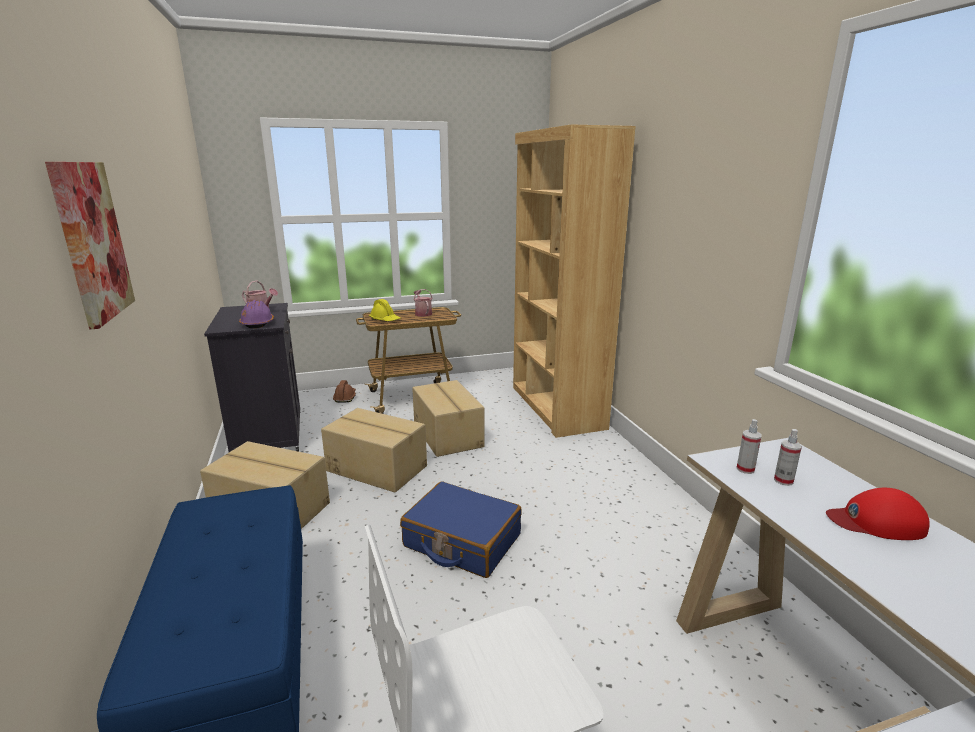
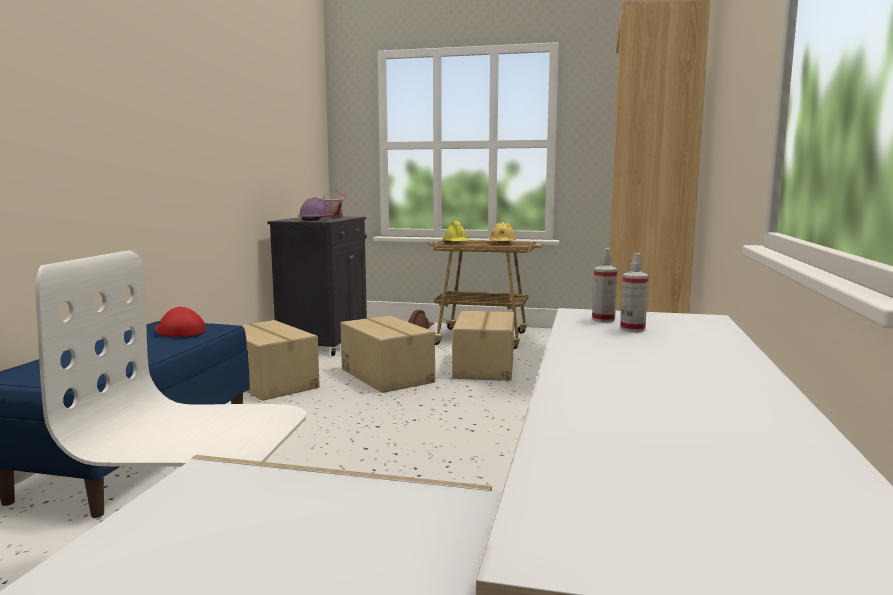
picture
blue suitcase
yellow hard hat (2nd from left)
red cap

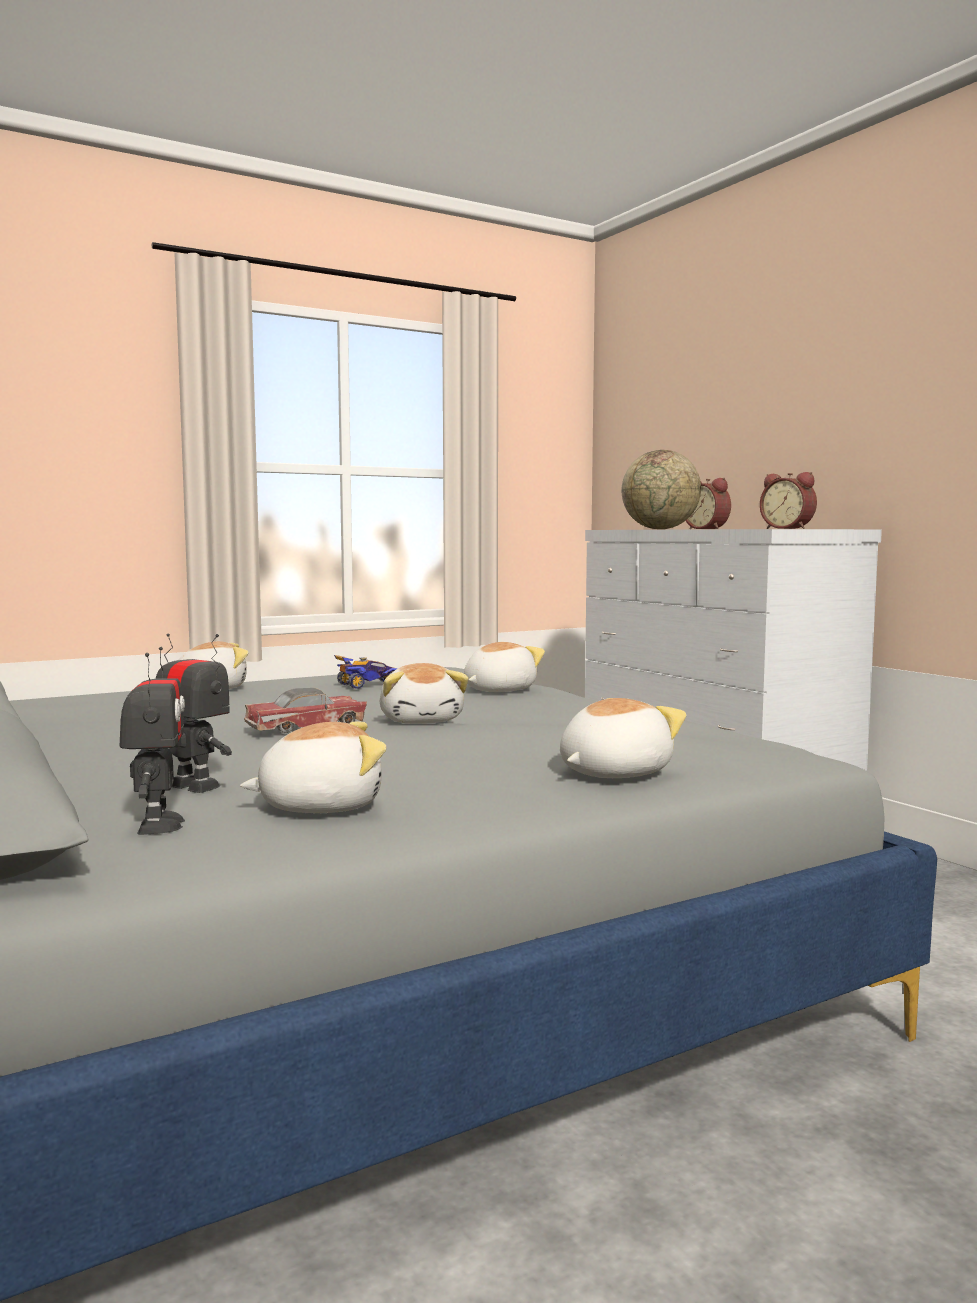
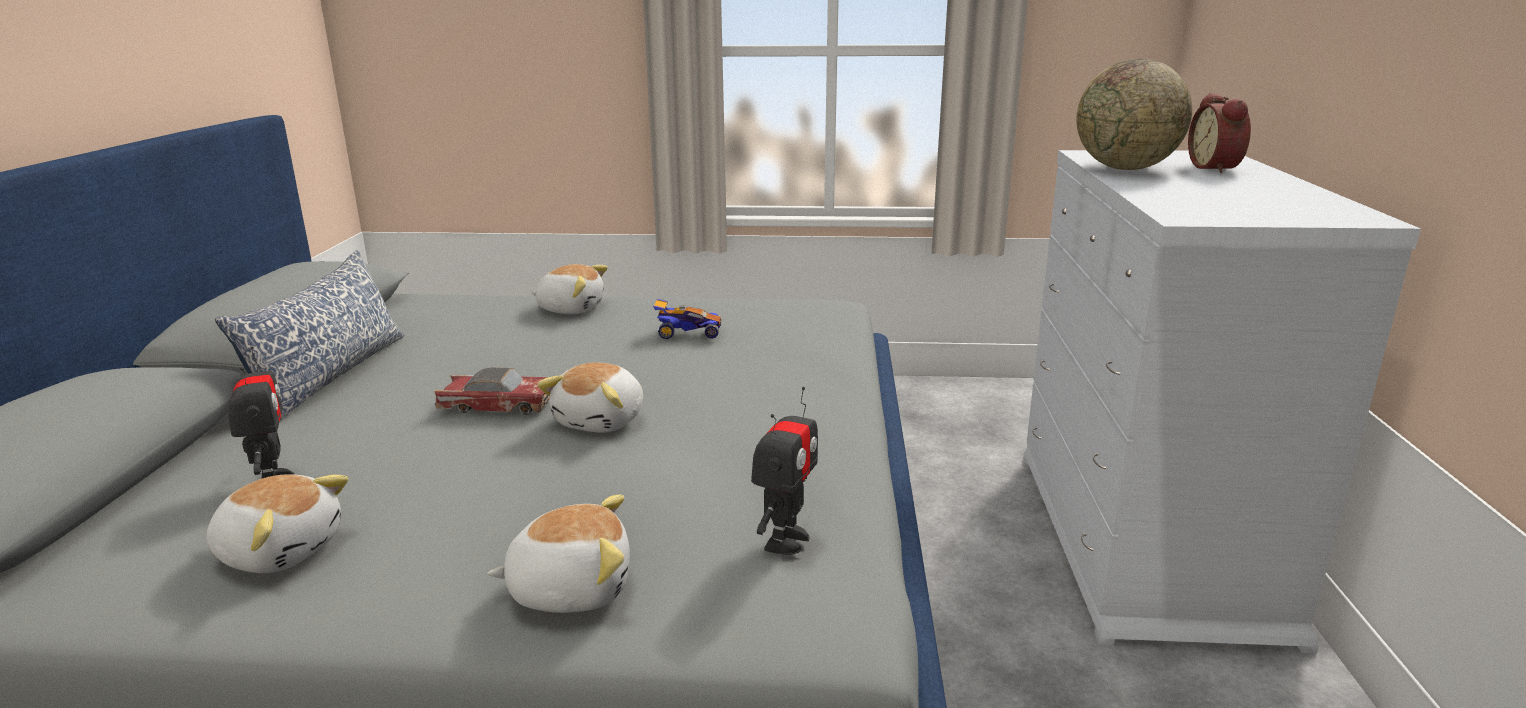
toy robot (2nd from left)
plush toy (4th from left in the first image)
alarm clock (2nd from left in the first image)
pillow

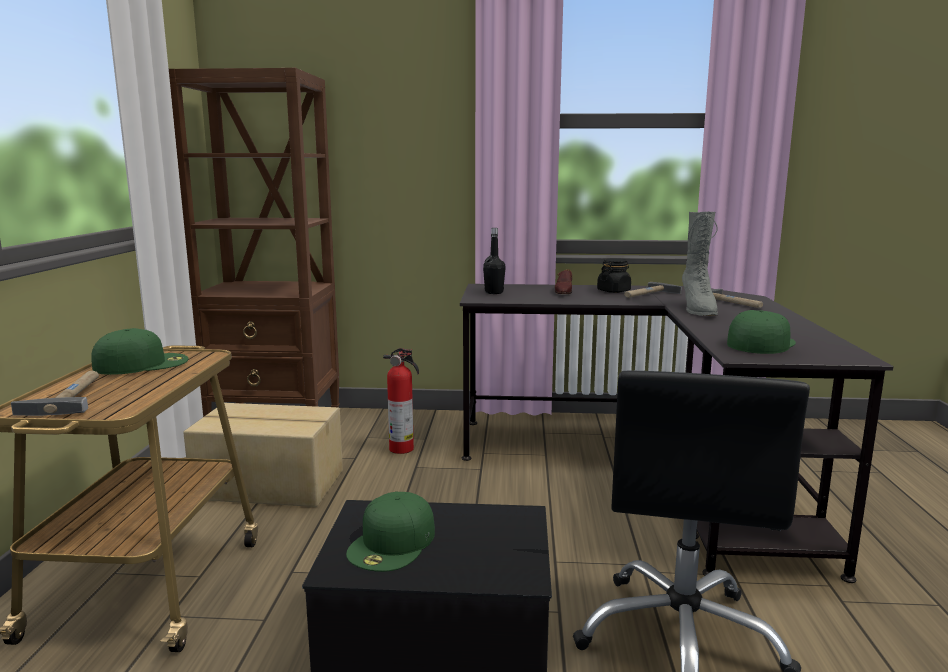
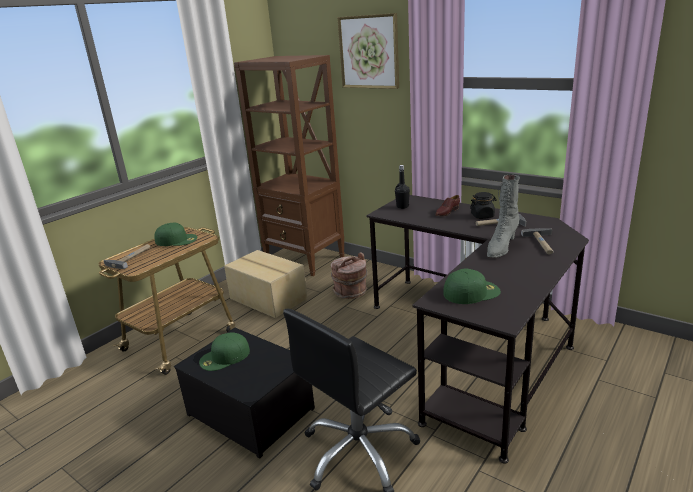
brown bucket
picture

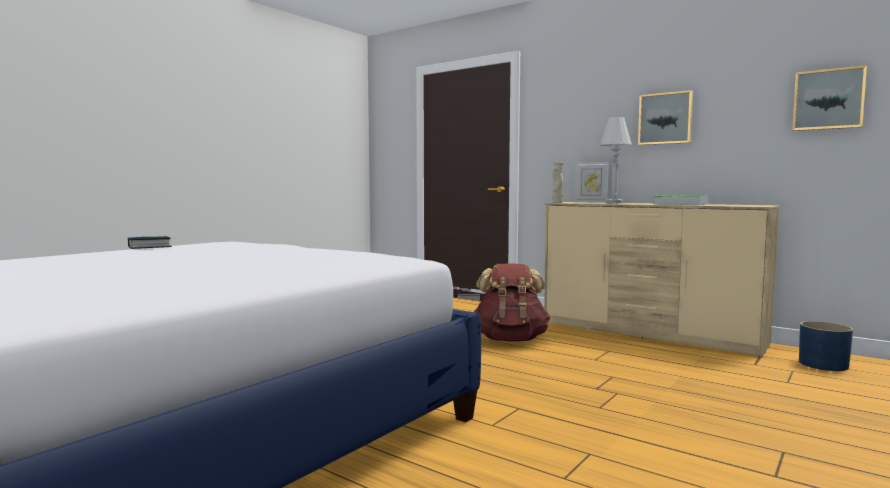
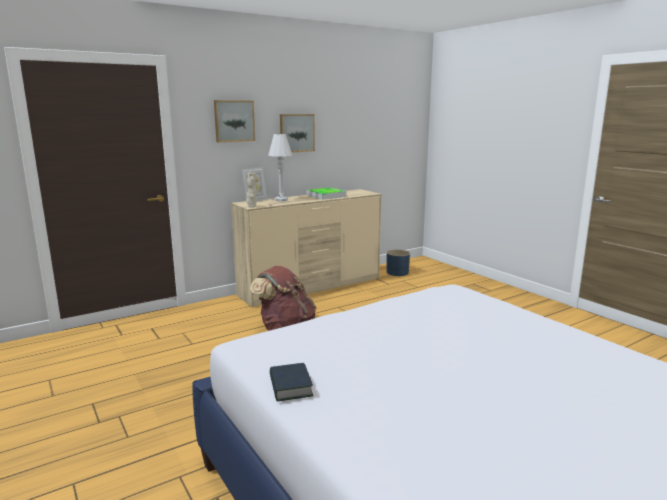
picture (1st from left)

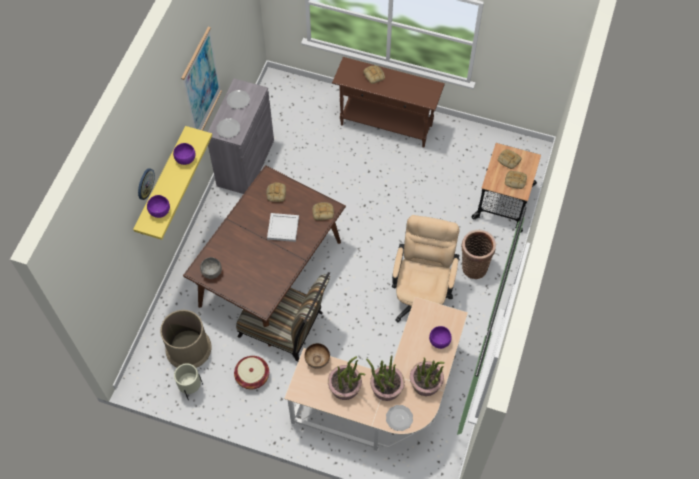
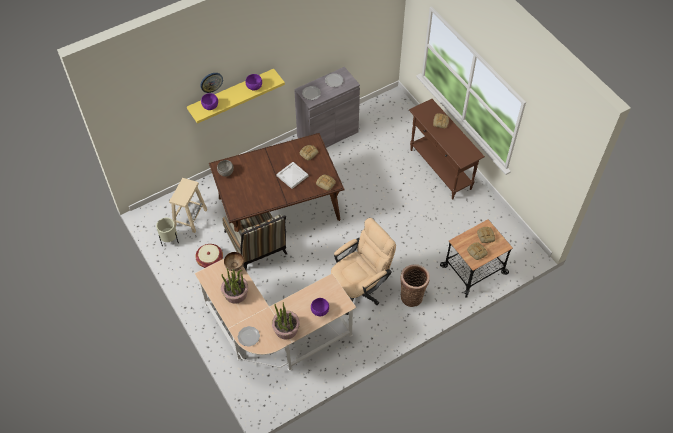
beige stool
picture
potted plant (2nd from left in the first image)

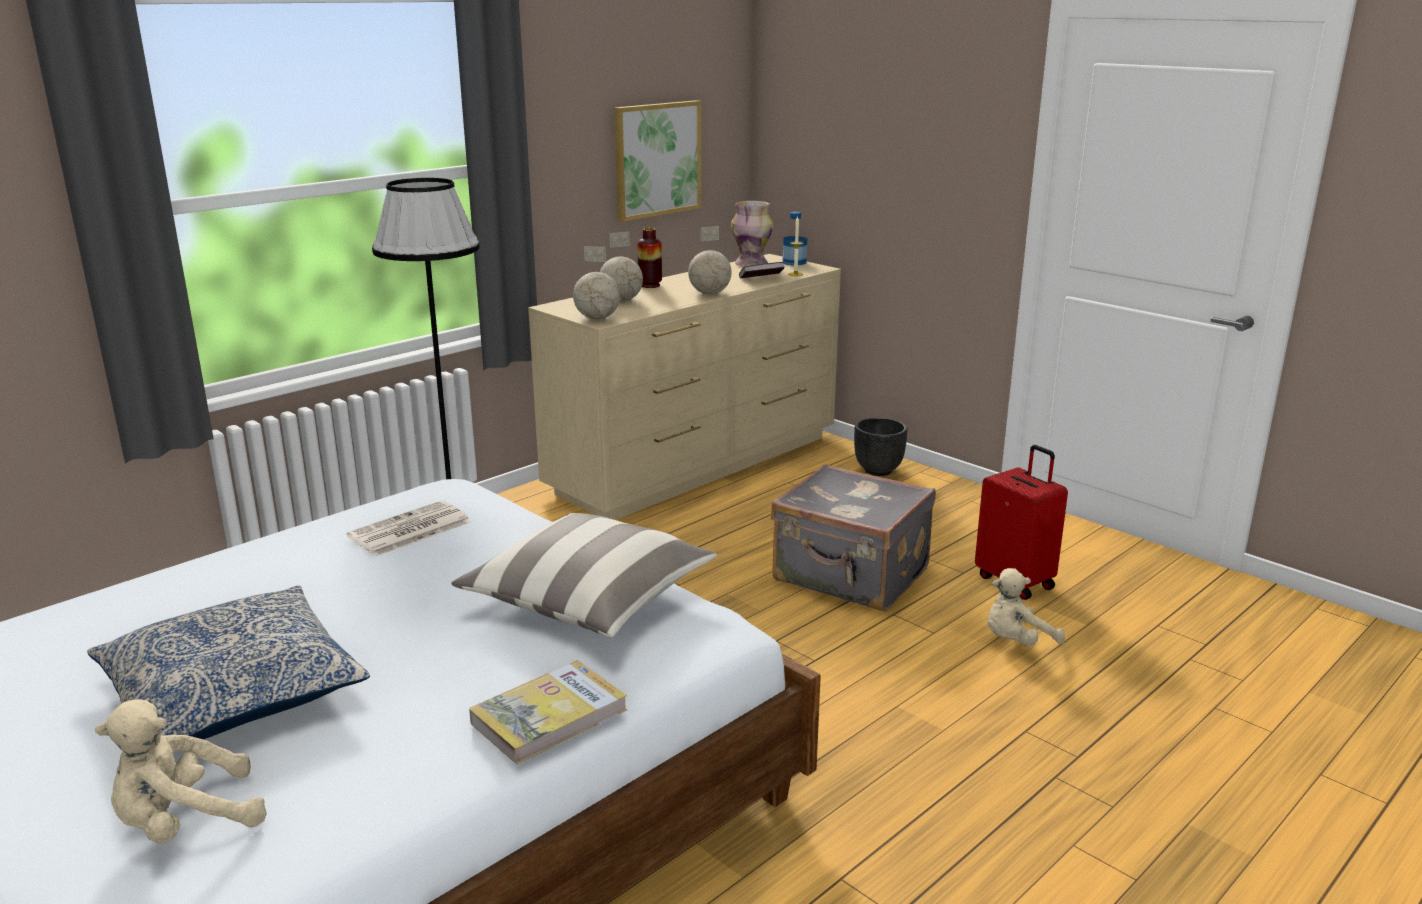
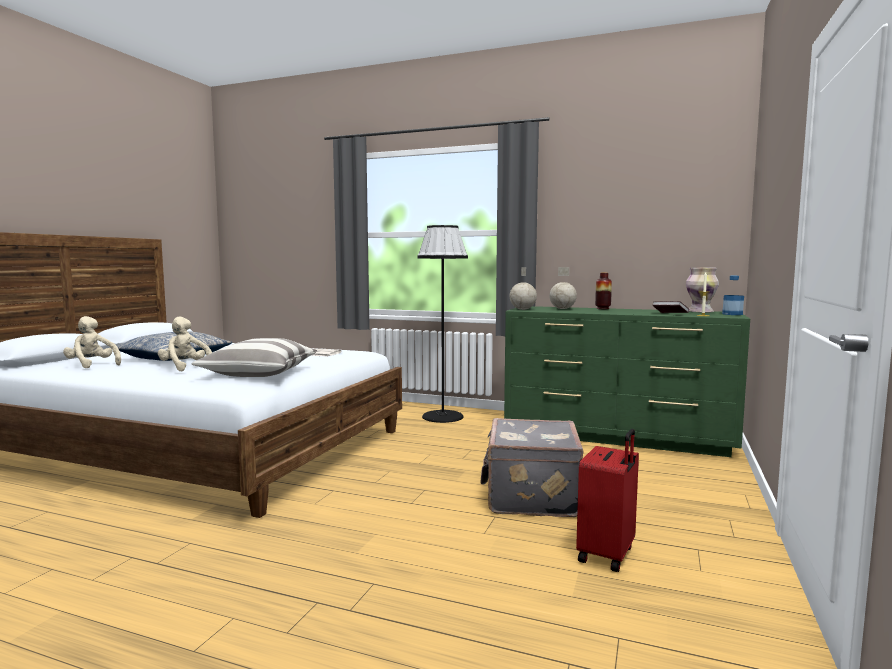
book (1st from left in the first image)
green dresser
picture
globe (3rd from left in the first image)
black planter
beige plush toy (2nd from left)

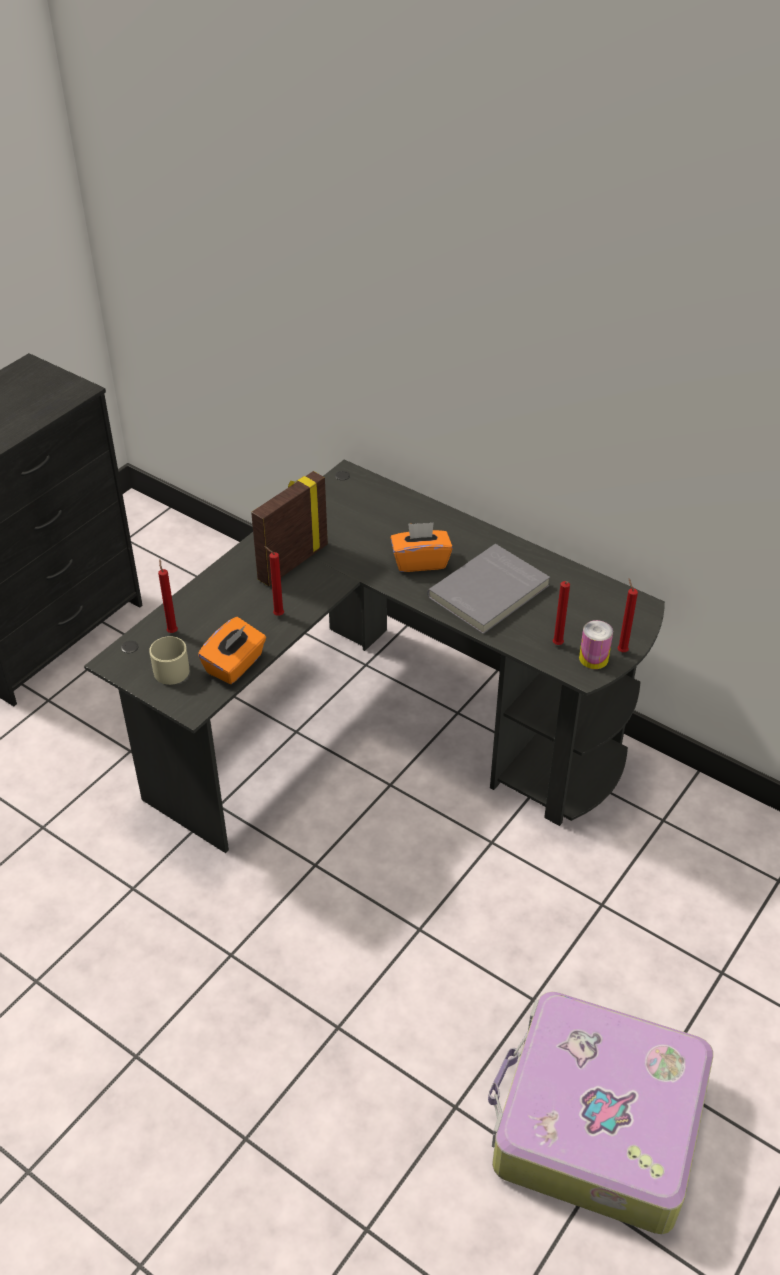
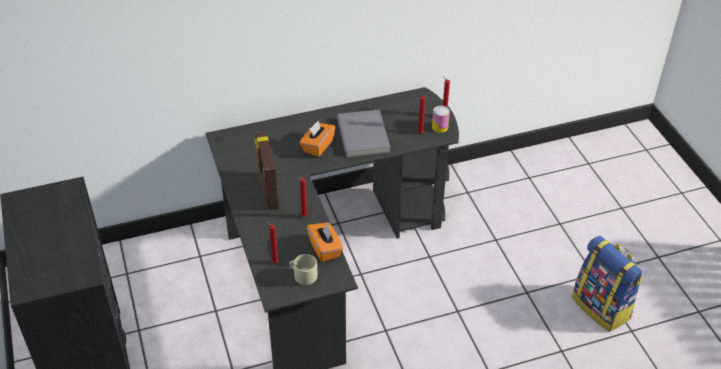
backpack

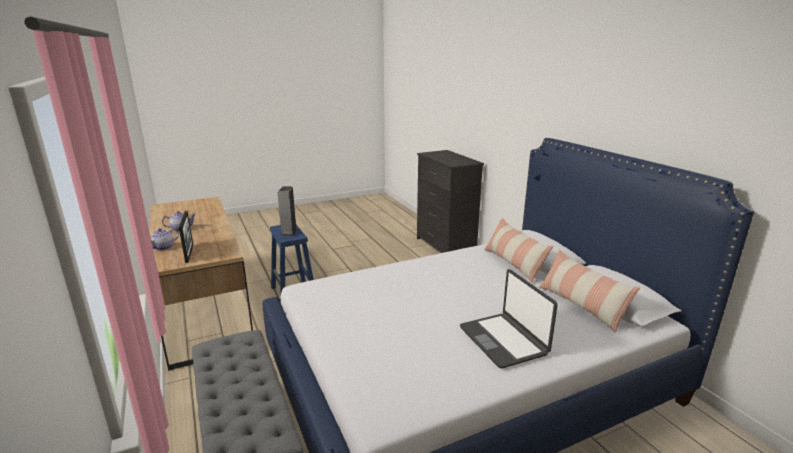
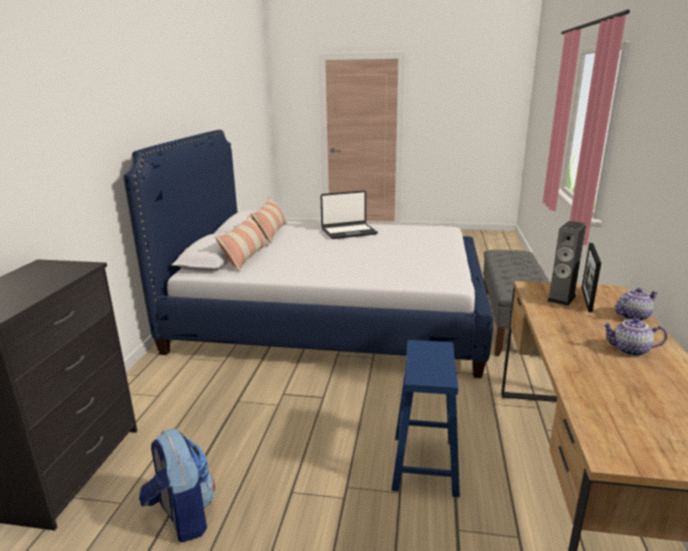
speaker
laptop
backpack

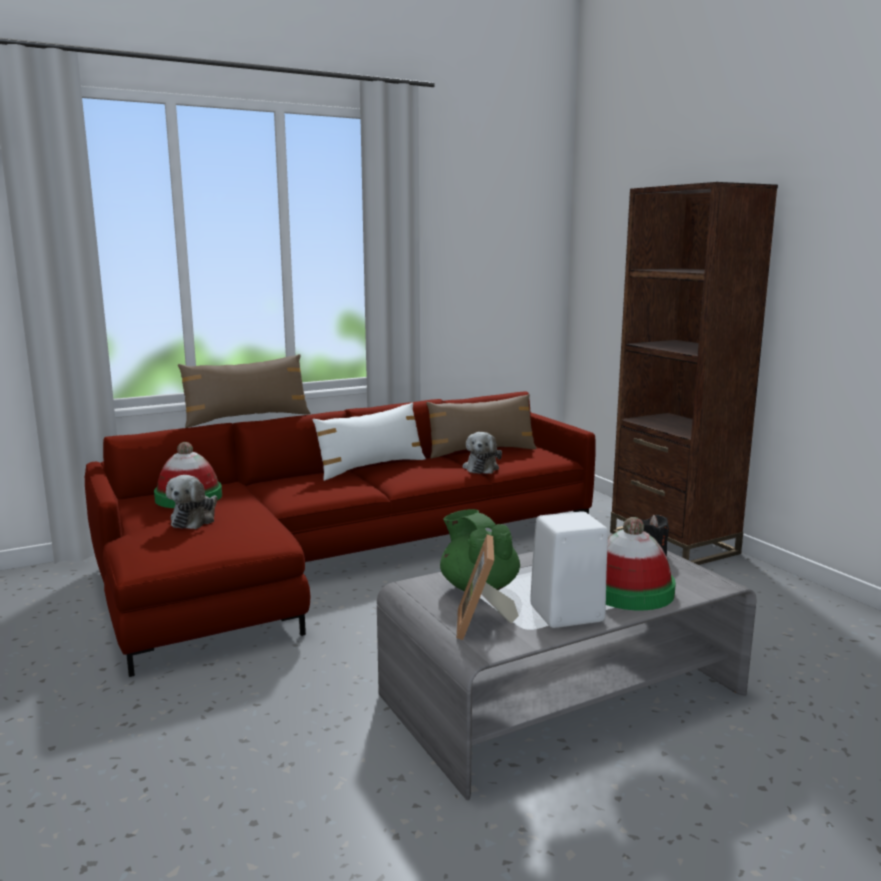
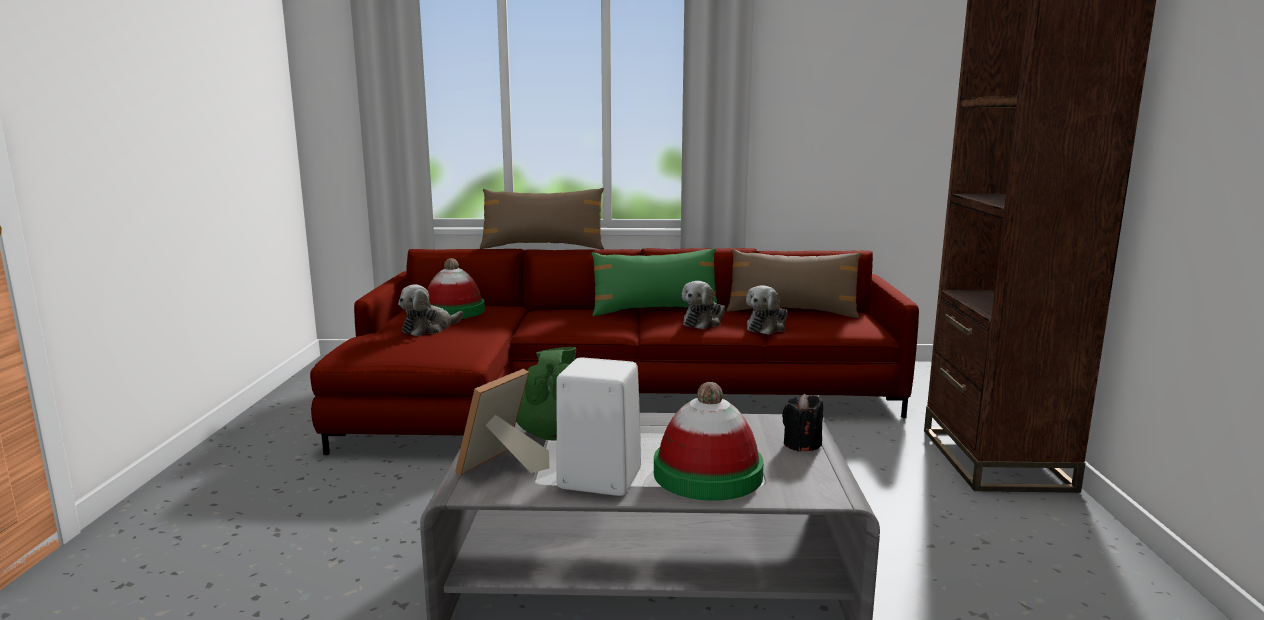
green pillow
plush toy (2nd from left)

